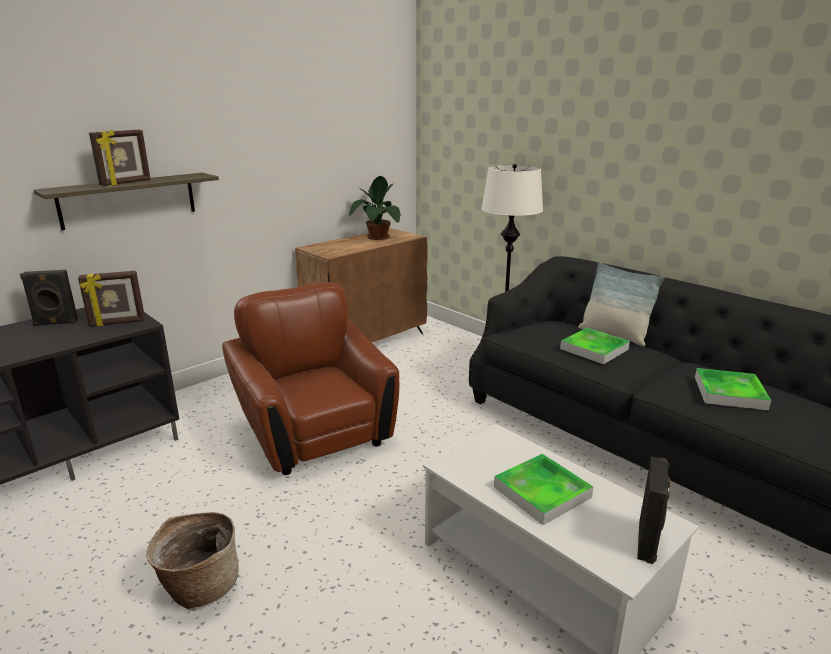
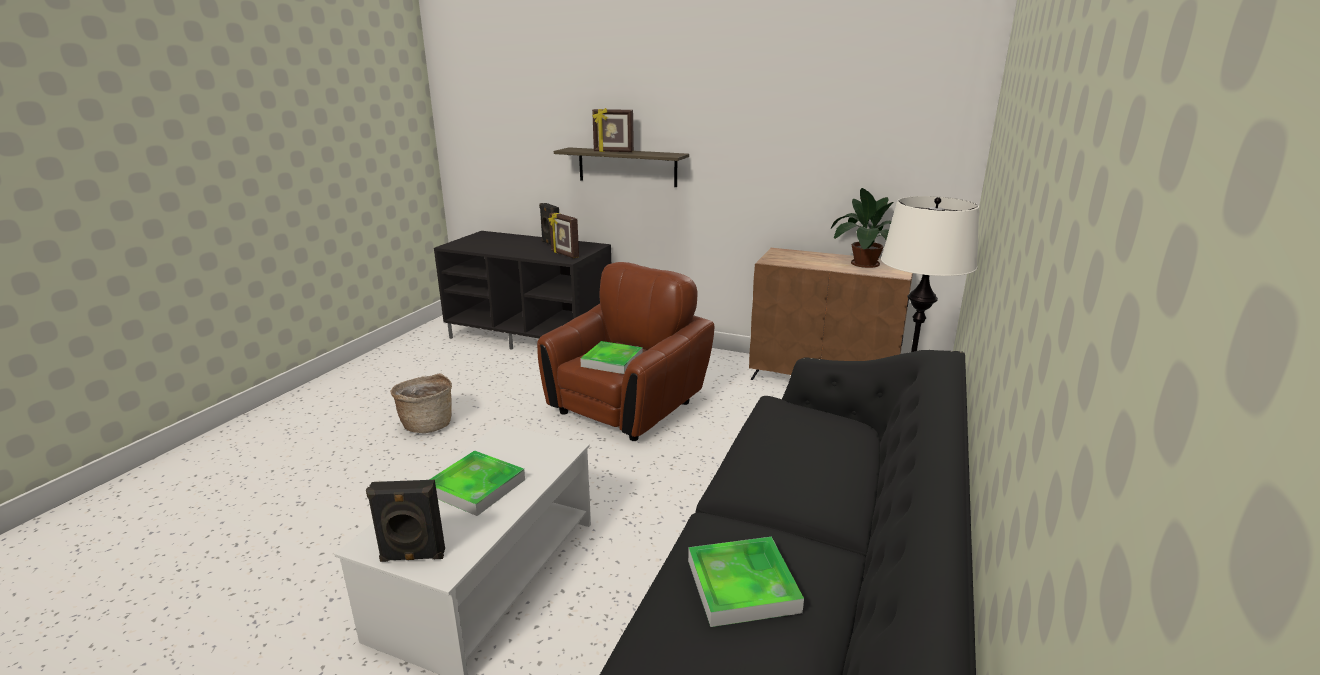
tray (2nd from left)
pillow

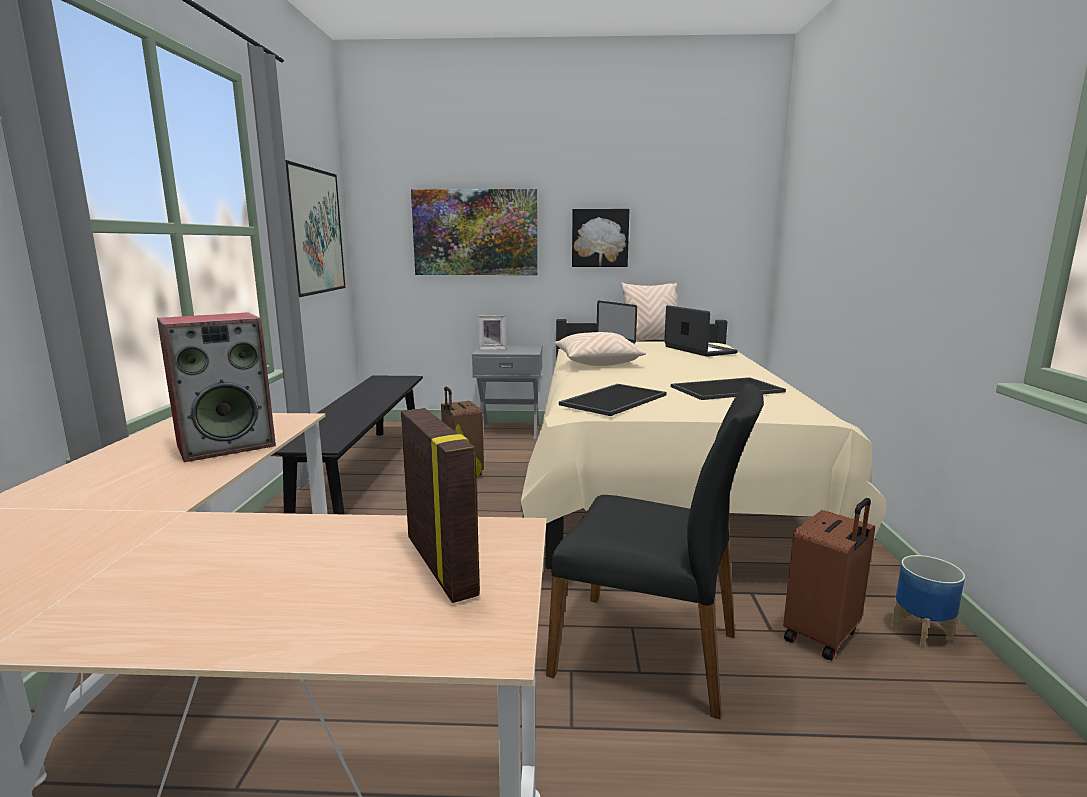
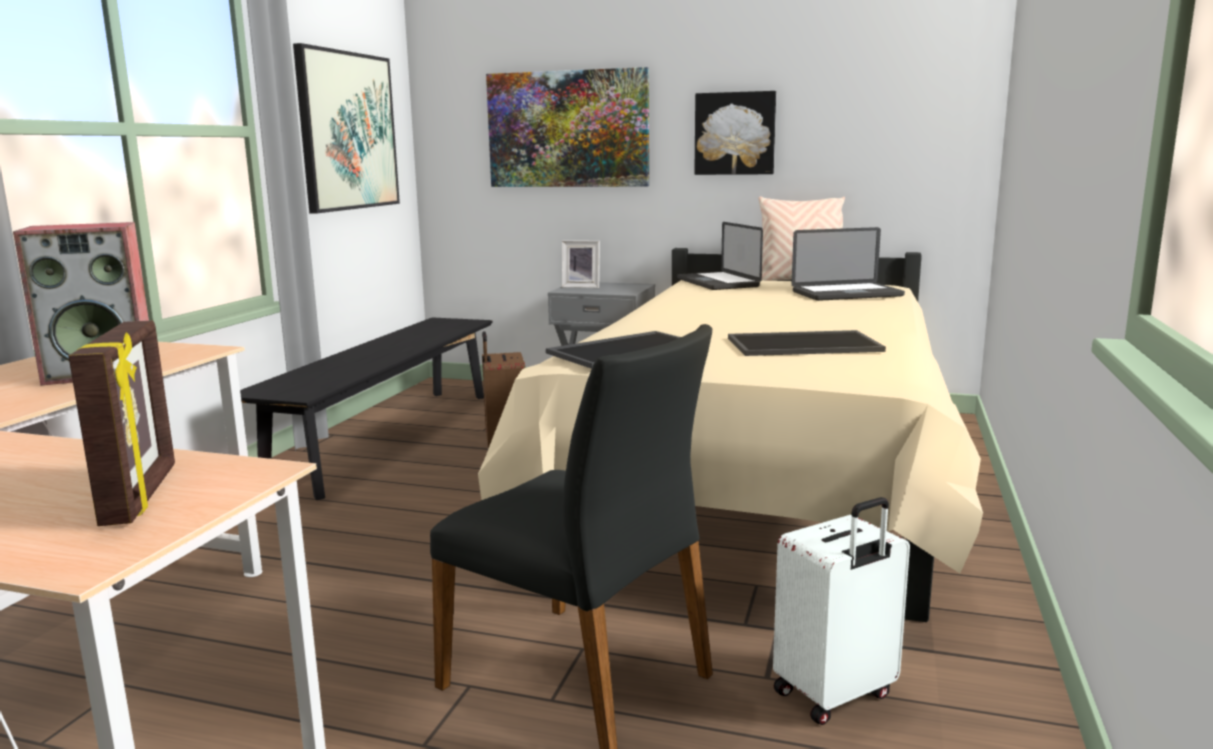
beige pillow (1st from left in the first image)
laptop (2nd from left)
white suitcase
planter

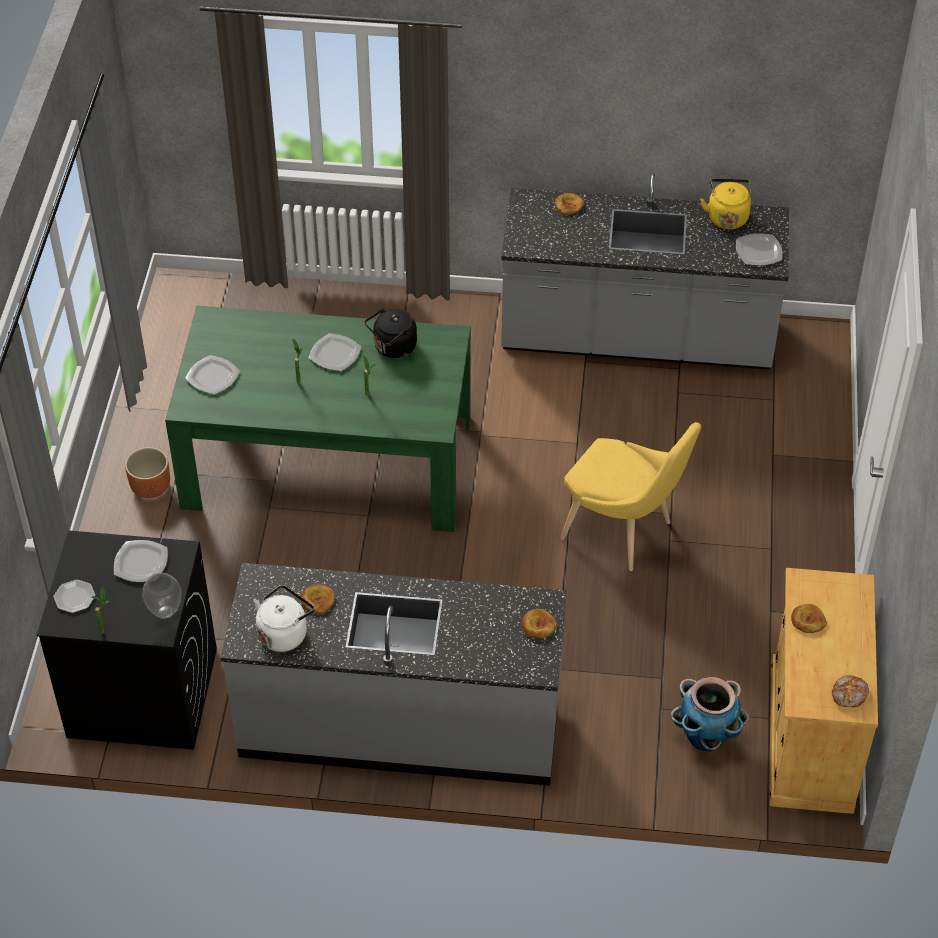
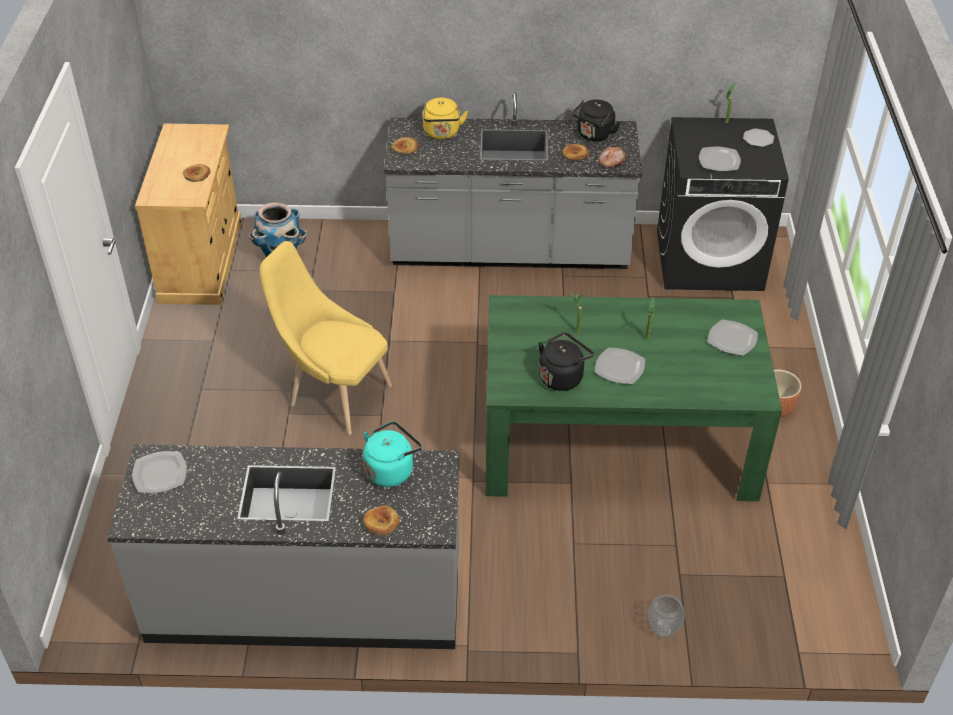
vase
black kettle (2nd from left)
yellow kettle
bread (5th from left)
turquoise kettle

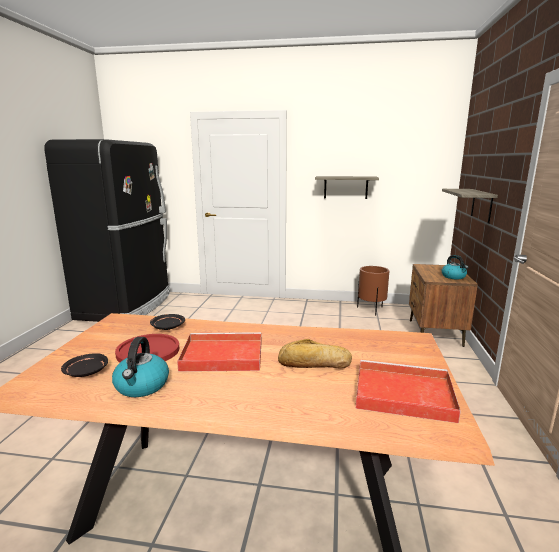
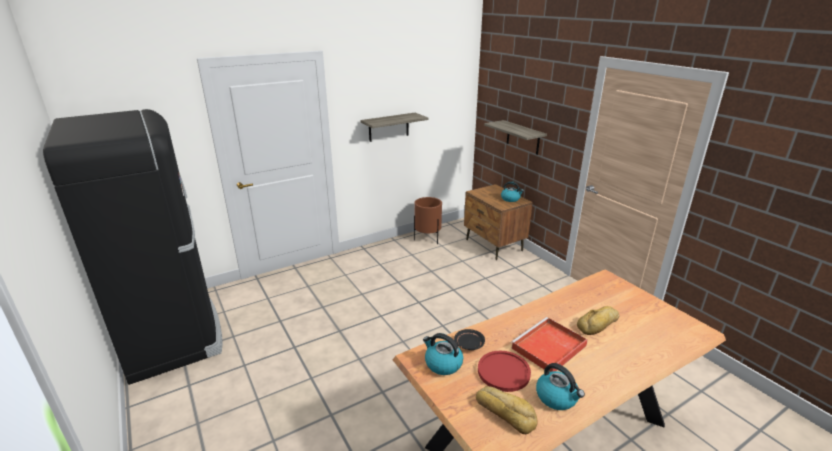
bread (1st from left)
red tray (2nd from left in the first image)
kettle (1st from left)

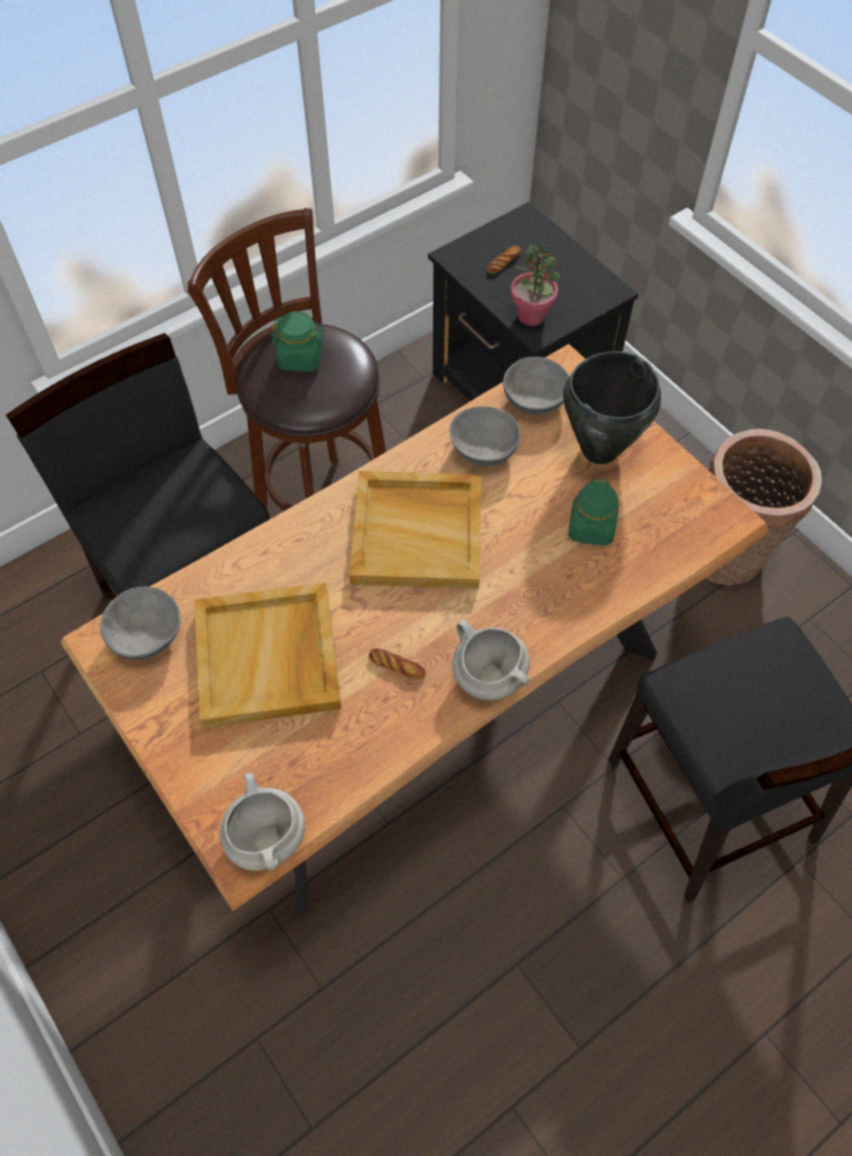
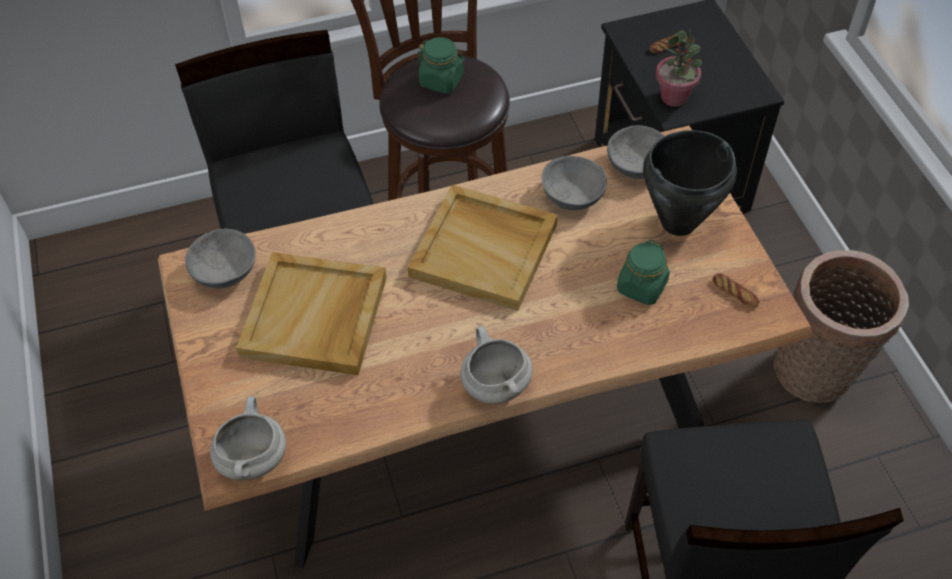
bread (2nd from left)

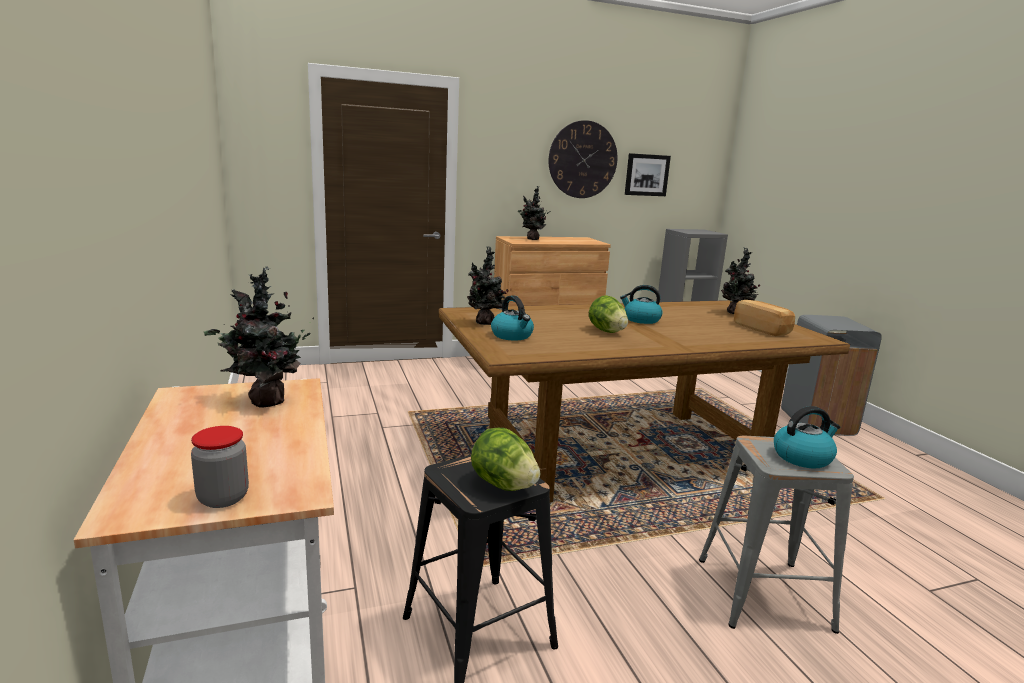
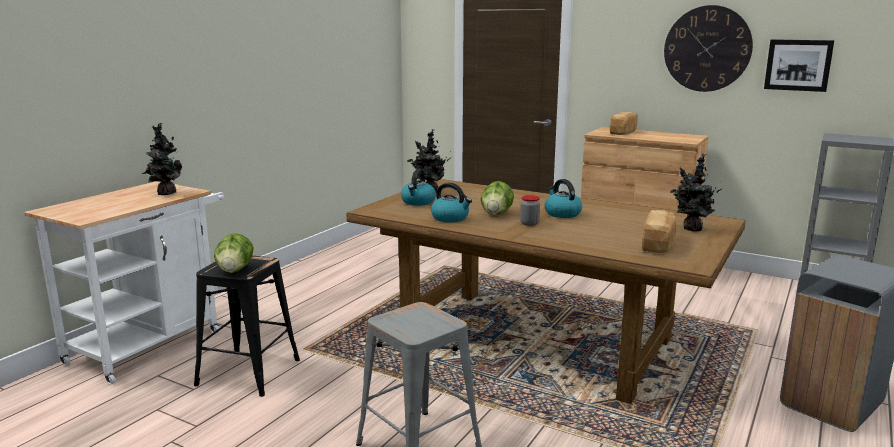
jar
bread (1st from left)
kettle (2nd from left)

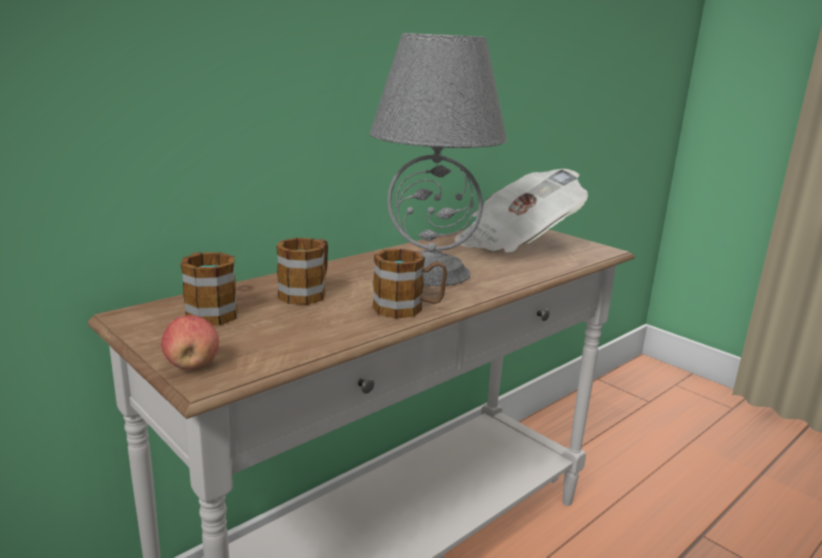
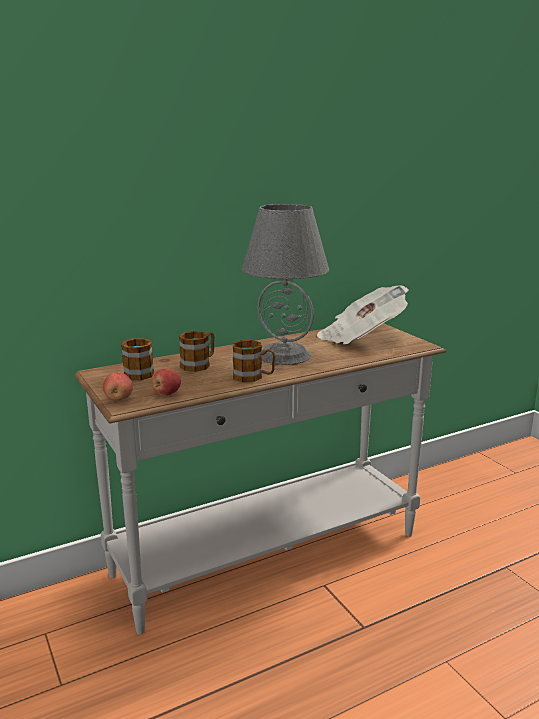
apple (2nd from left)

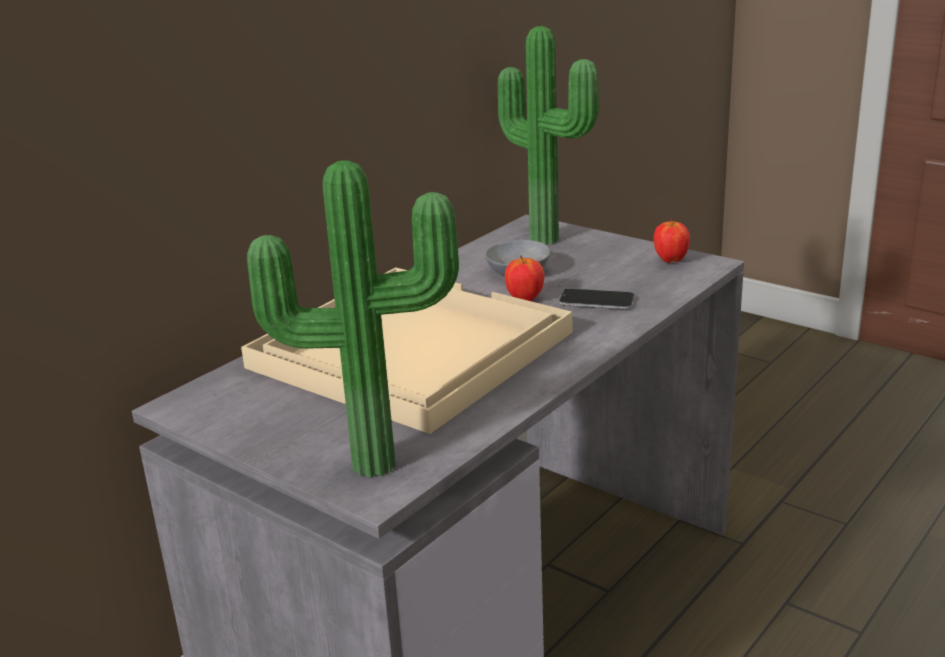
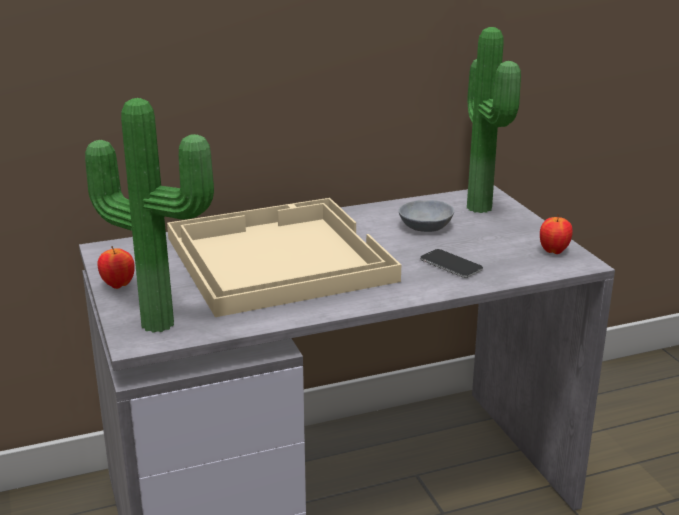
apple (1st from left)

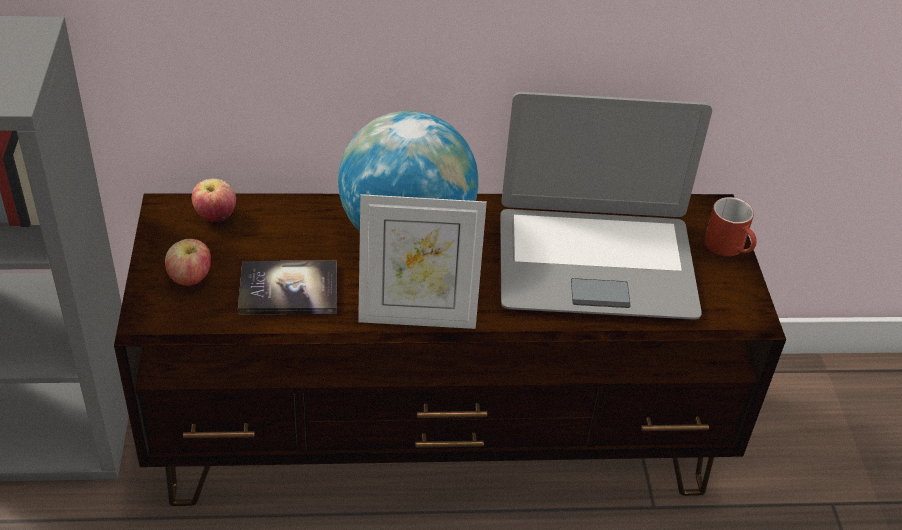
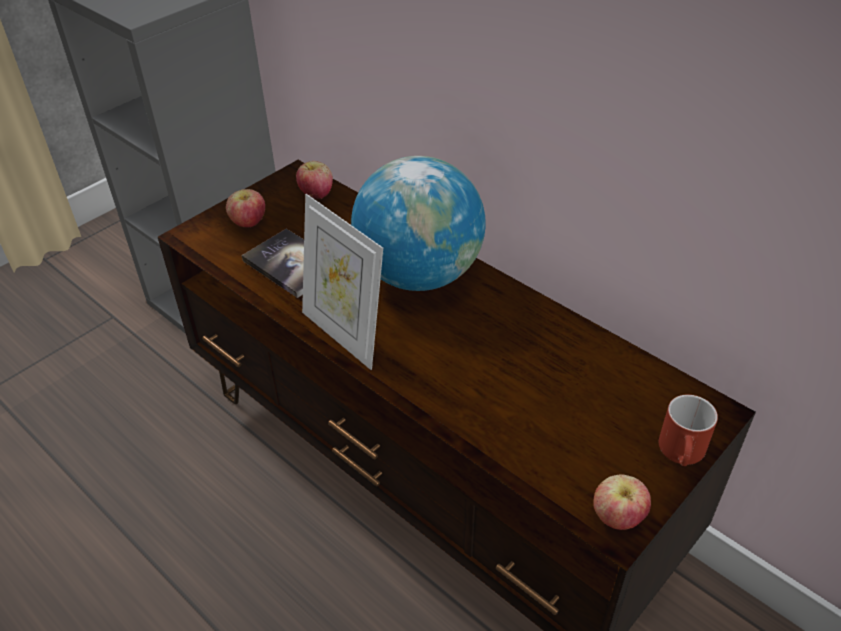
laptop
apple (3rd from left)

